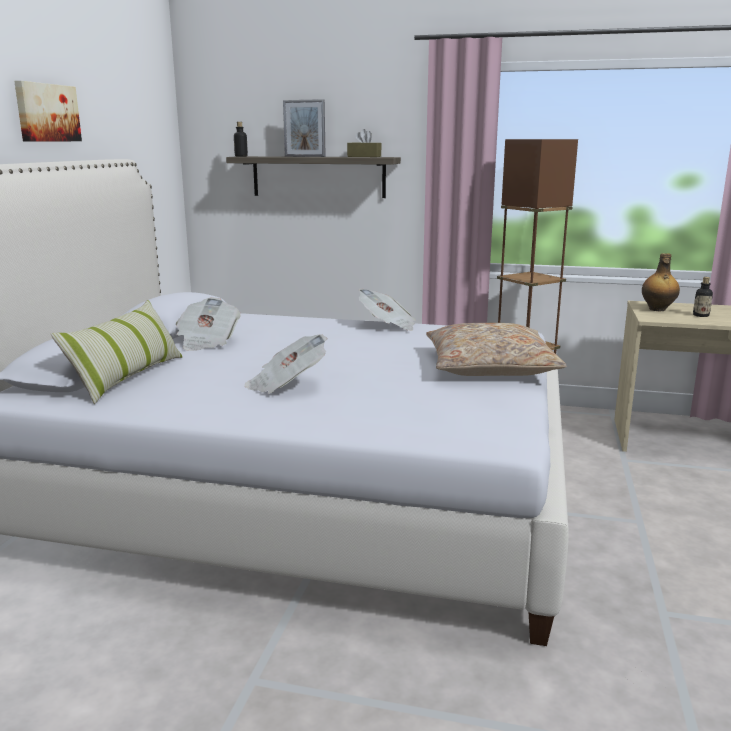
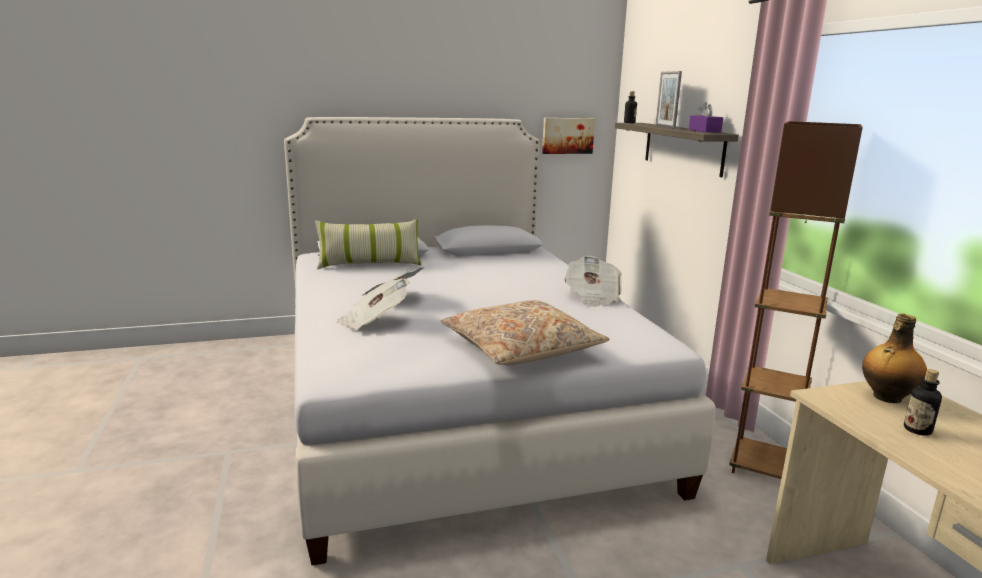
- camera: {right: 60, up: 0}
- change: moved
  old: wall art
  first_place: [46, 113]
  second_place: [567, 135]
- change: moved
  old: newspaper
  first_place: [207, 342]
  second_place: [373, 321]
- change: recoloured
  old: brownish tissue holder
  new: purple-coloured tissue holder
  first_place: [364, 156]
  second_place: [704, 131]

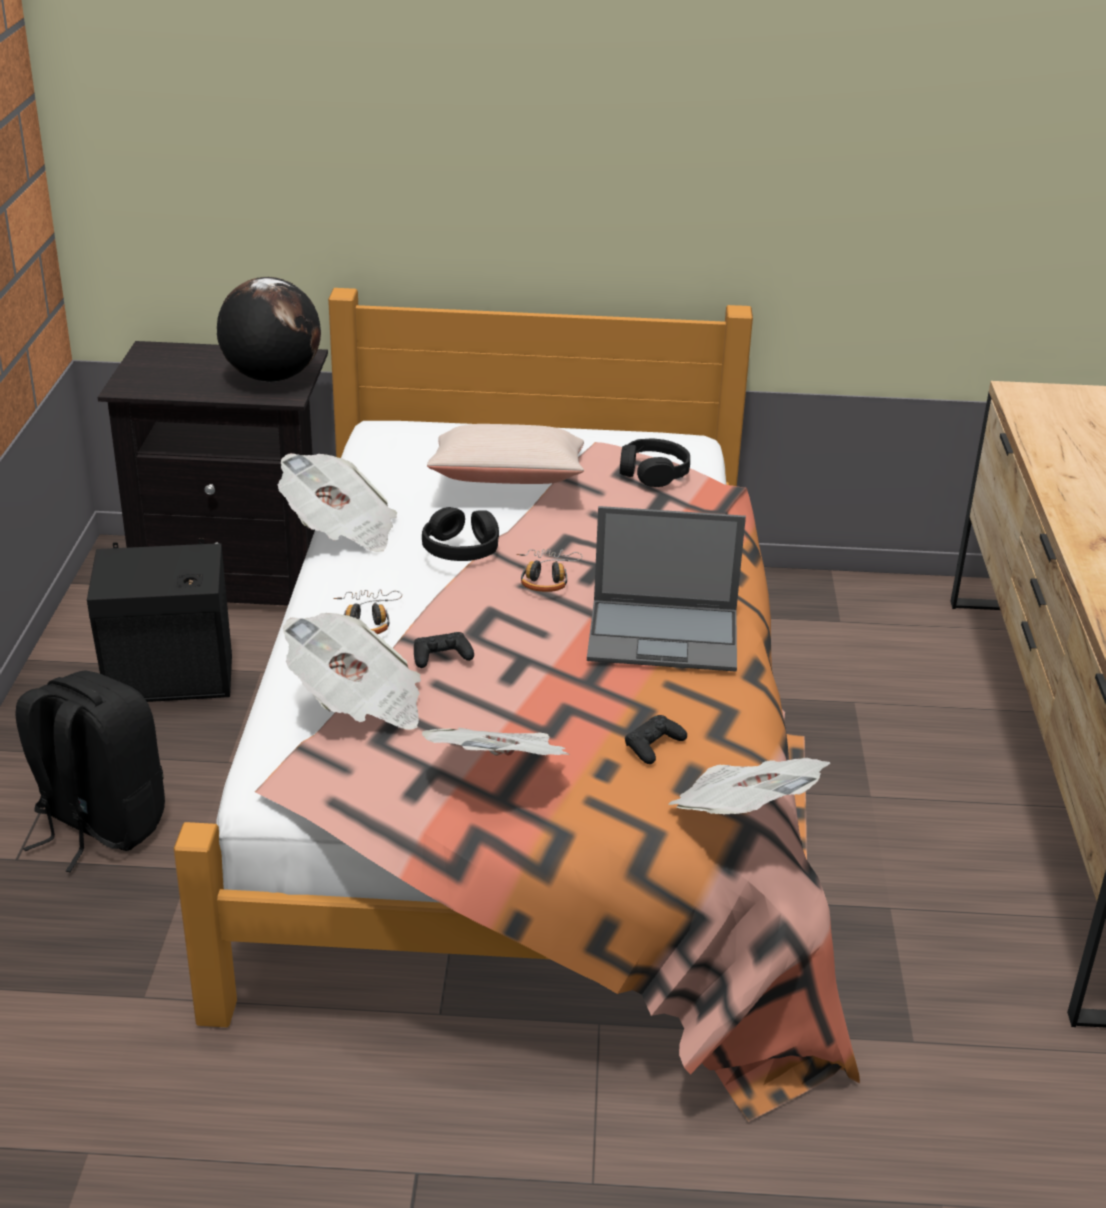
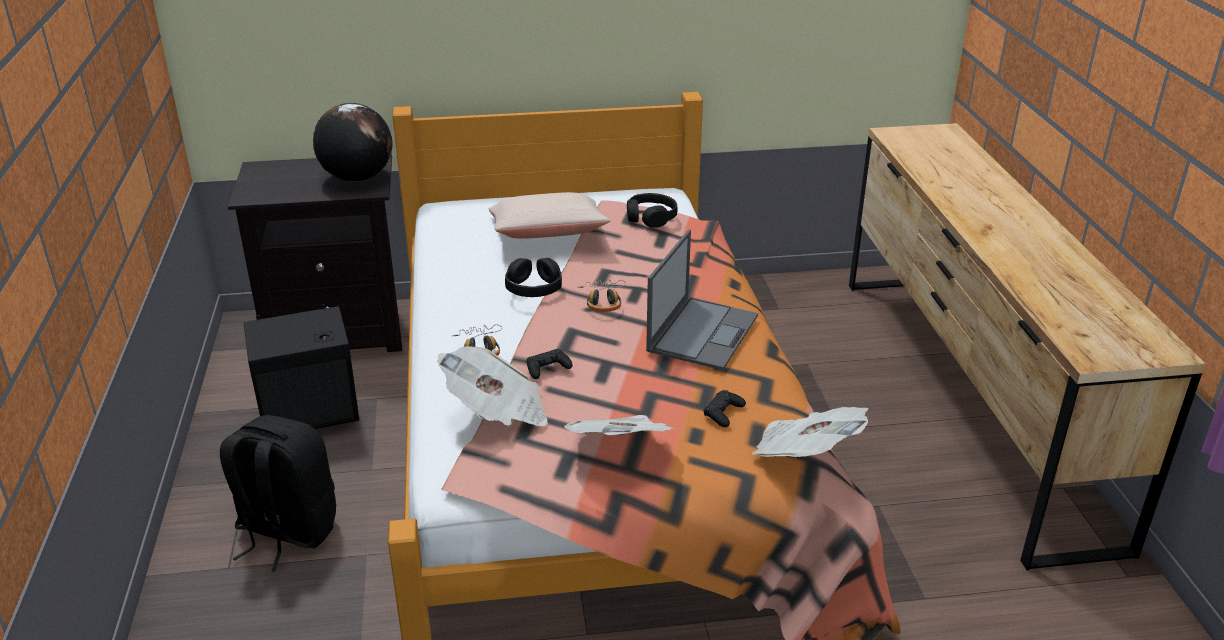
- camera: {right: -10, up: 0}
- change: removed
  old: newspaper
  first_place: [341, 530]
- change: turned
  old: notebook computer
  first_place: [665, 635]
  second_place: [703, 332]
  degrees: -60

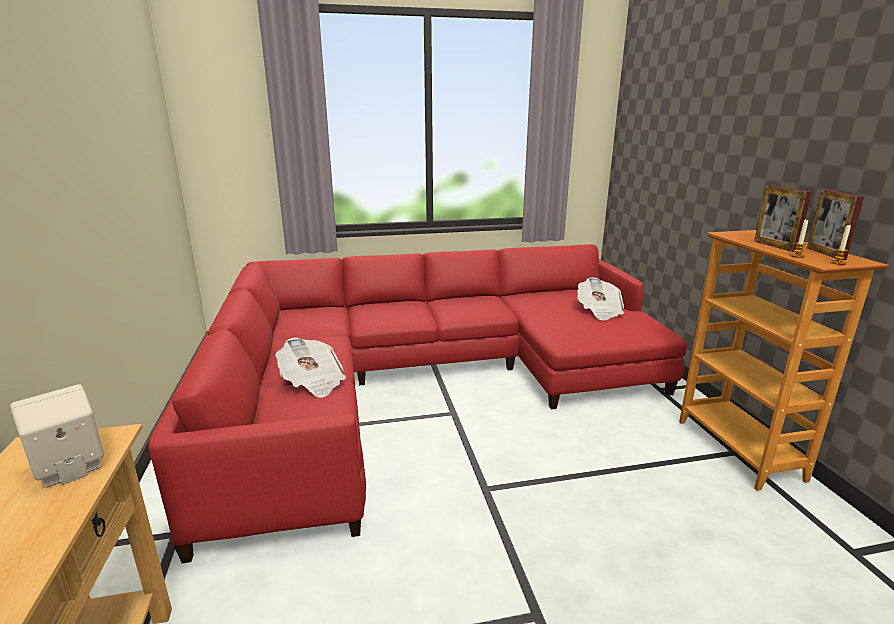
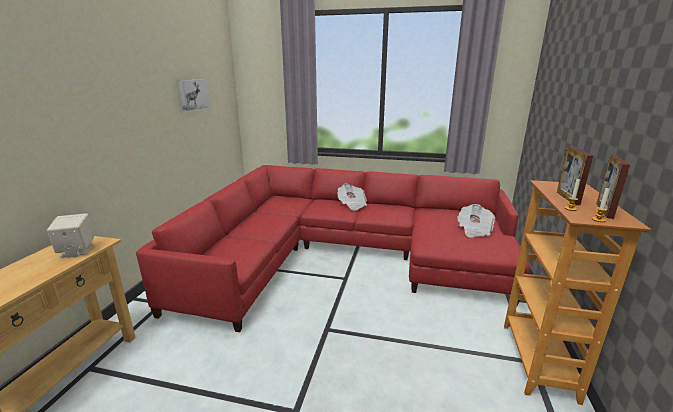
- camera: {right: 25, up: 0}
- change: added
  new: wall art
  second_place: [193, 94]
- change: moved
  old: newspaper
  first_place: [313, 382]
  second_place: [352, 204]

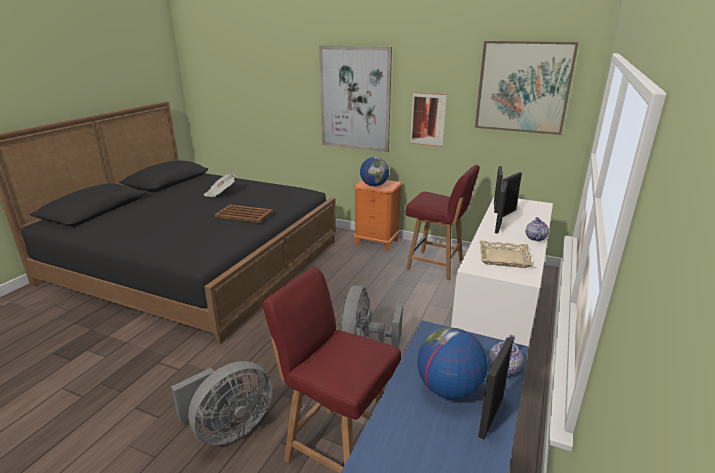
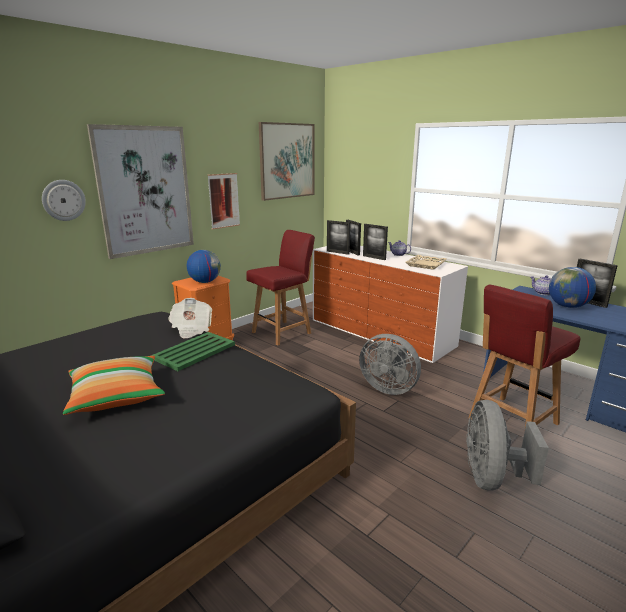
- camera: {right: -70, up: -5}
- change: added
  new: hanging clock
  second_place: [63, 200]
- change: added
  new: throw pillow
  second_place: [117, 396]
- change: moved
  old: newspaper
  first_place: [220, 193]
  second_place: [191, 329]
- change: recoloured
  old: brownish carrying tray
  new: green carrying tray
  first_place: [243, 214]
  second_place: [193, 352]
- change: turned
  old: grey cooling fan
  first_place: [229, 429]
  second_place: [491, 477]
  degrees: -150

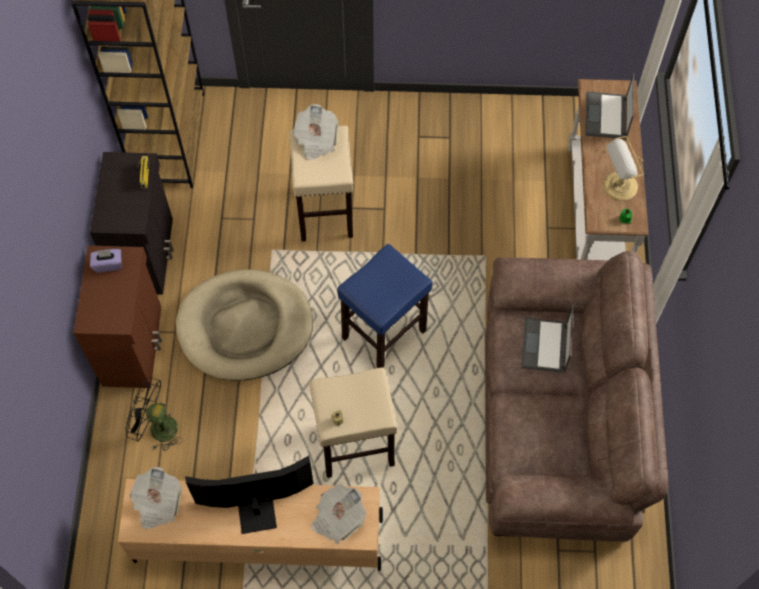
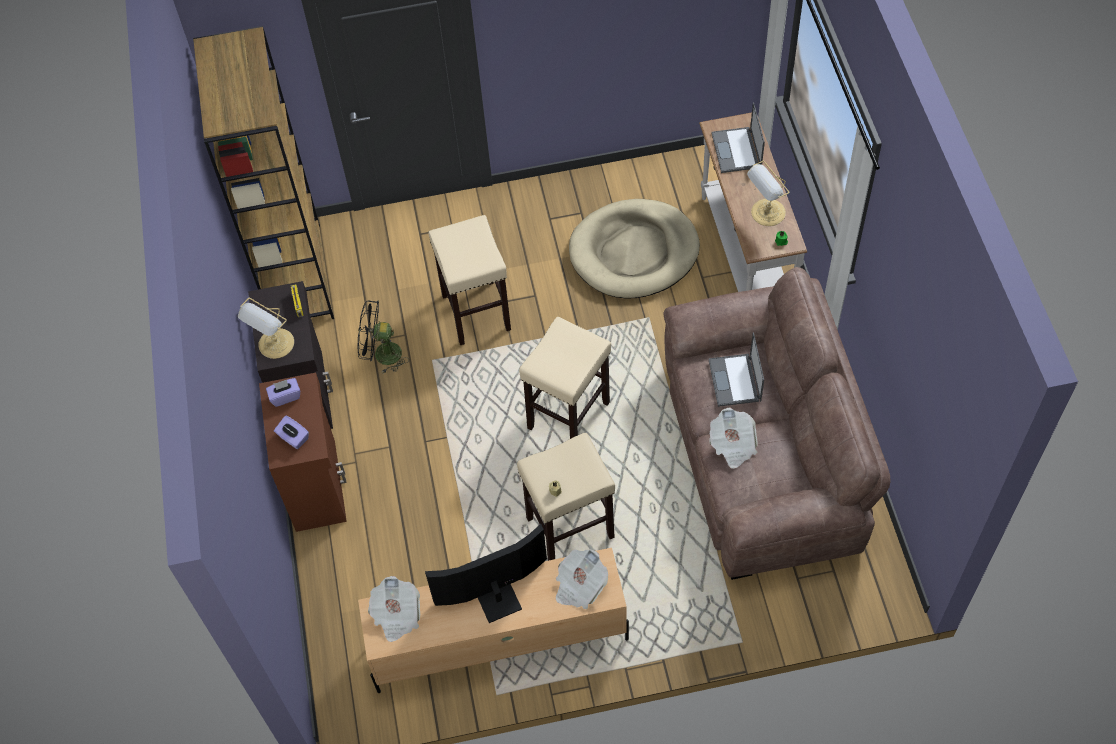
- camera: {right: -10, up: -5}
- change: added
  new: table lamp
  second_place: [275, 345]
- change: added
  new: purple-coloured tissue holder
  second_place: [293, 438]
- change: moved
  old: blackish cooling fan
  first_place: [157, 428]
  second_place: [381, 355]
- change: moved
  old: sand-coloured pet bed
  first_place: [245, 327]
  second_place: [634, 252]
- change: moved
  old: newspaper
  first_place: [316, 140]
  second_place: [732, 445]
- change: recoloured
  old: blue stool
  new: sand-coloured stool
  first_place: [384, 334]
  second_place: [569, 415]

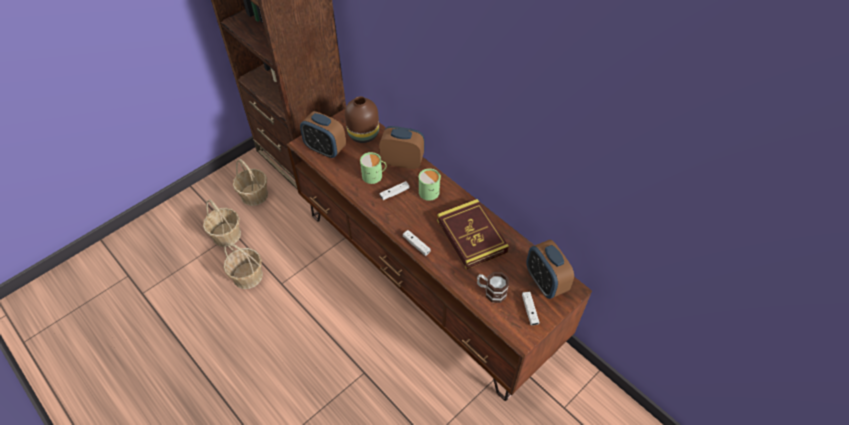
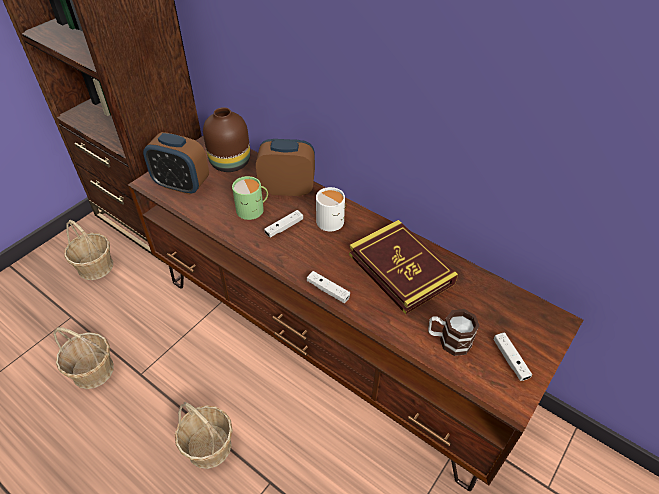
- camera: {right: -10, up: -5}
- change: removed
  old: alarm clock
  first_place: [545, 282]
- change: moved
  old: storage basket
  first_place: [226, 234]
  second_place: [209, 446]
- change: recoloured
  old: green coffee mug
  new: whitish coffee mug
  first_place: [431, 191]
  second_place: [332, 219]

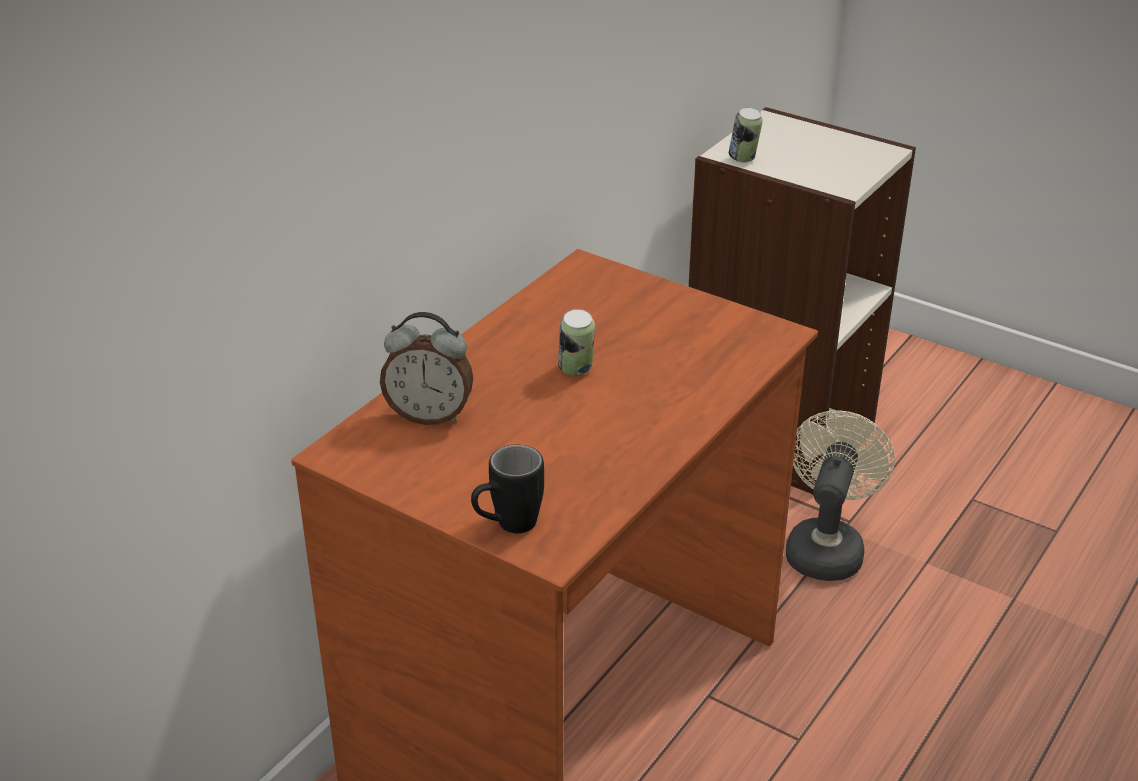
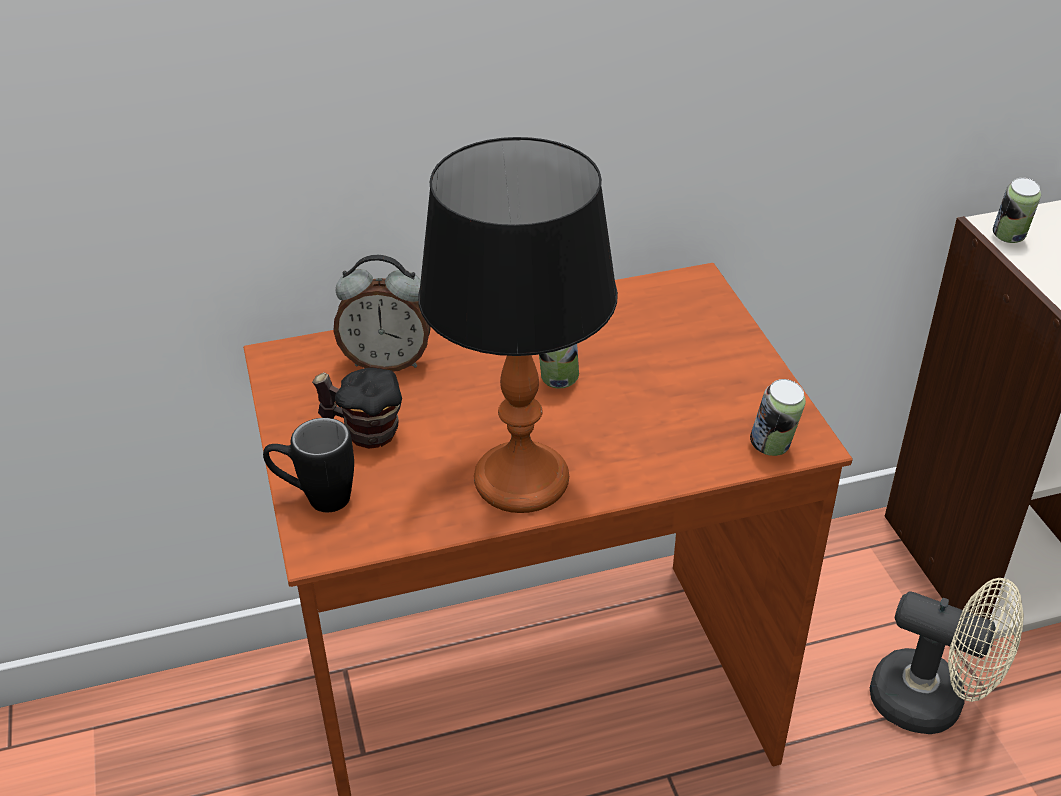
- camera: {right: 40, up: 5}
- change: added
  new: coffee mug
  second_place: [363, 432]
- change: added
  new: table lamp
  second_place: [520, 479]
- change: added
  new: can
  second_place: [772, 448]
- change: turned
  old: alarm clock
  first_place: [429, 415]
  second_place: [387, 361]
  degrees: -45
- change: turned
  old: sand-coloured cooling fan
  first_place: [826, 547]
  second_place: [932, 703]
  degrees: 60

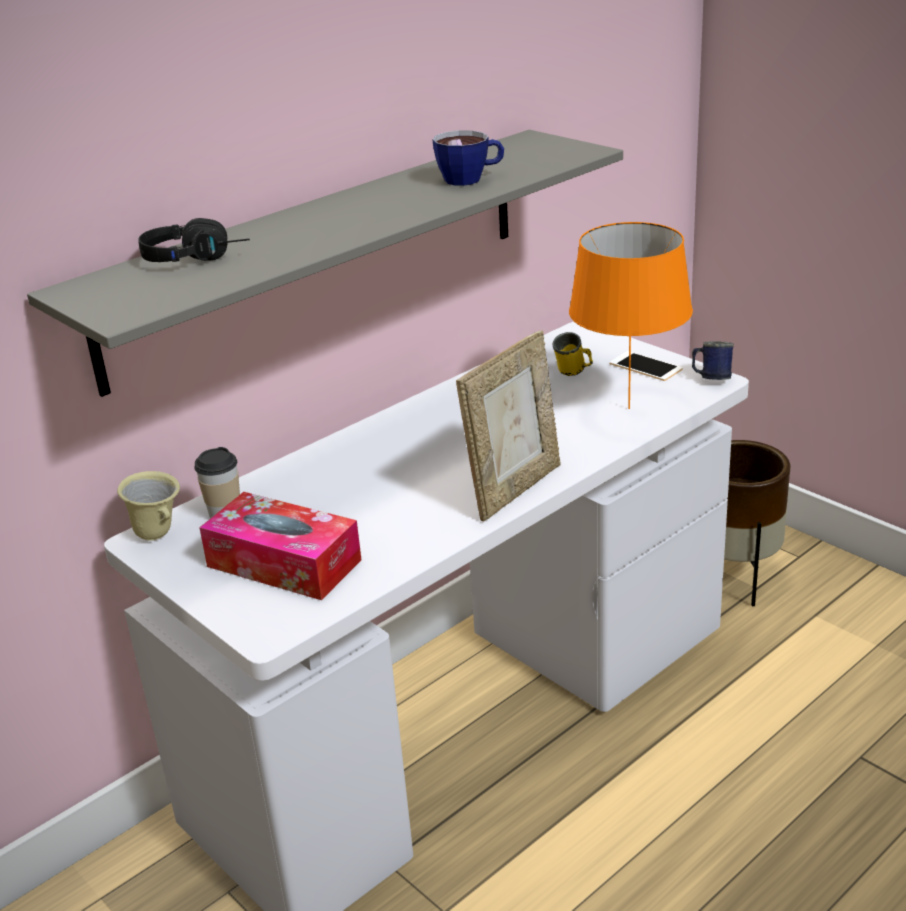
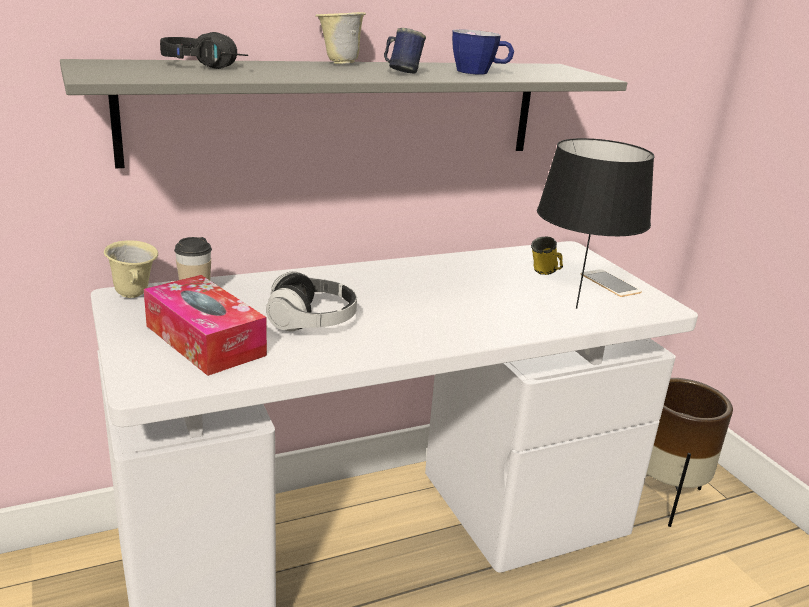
- camera: {right: 15, up: -5}
- change: removed
  old: standing frame
  first_place: [514, 489]
- change: added
  new: headset
  second_place: [311, 322]
- change: added
  new: sand-coloured coffee mug
  second_place: [339, 63]
- change: moved
  old: blue coffee mug
  first_place: [711, 379]
  second_place: [401, 73]
- change: recoloured
  old: orange table lamp
  new: blackish table lamp
  first_place: [629, 407]
  second_place: [577, 308]

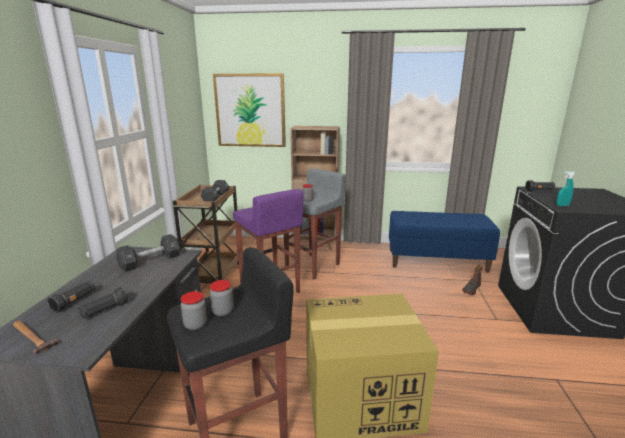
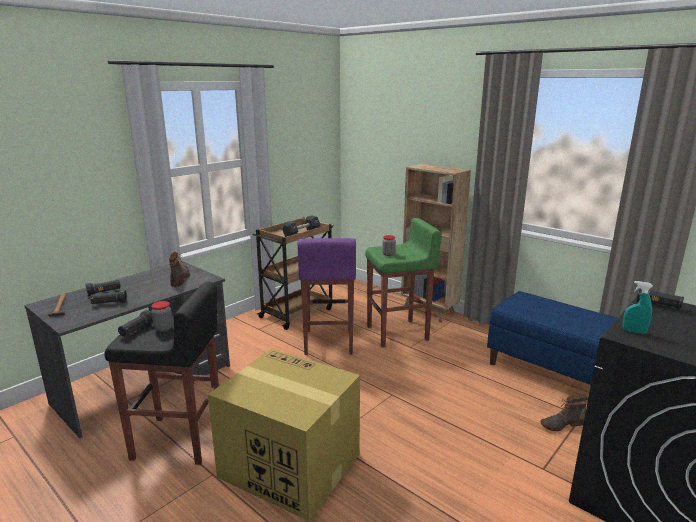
- camera: {right: 35, up: 0}
- change: removed
  old: wall art
  first_place: [250, 110]
- change: replaced
  old: blackish dumbbell
  new: tall boot
  first_place: [150, 261]
  second_place: [180, 278]
- change: replaced
  old: jar
  new: blackish torch
  first_place: [195, 325]
  second_place: [136, 330]
- change: recoloured
  old: grey stool
  new: green stool
  first_place: [313, 266]
  second_place: [398, 333]

